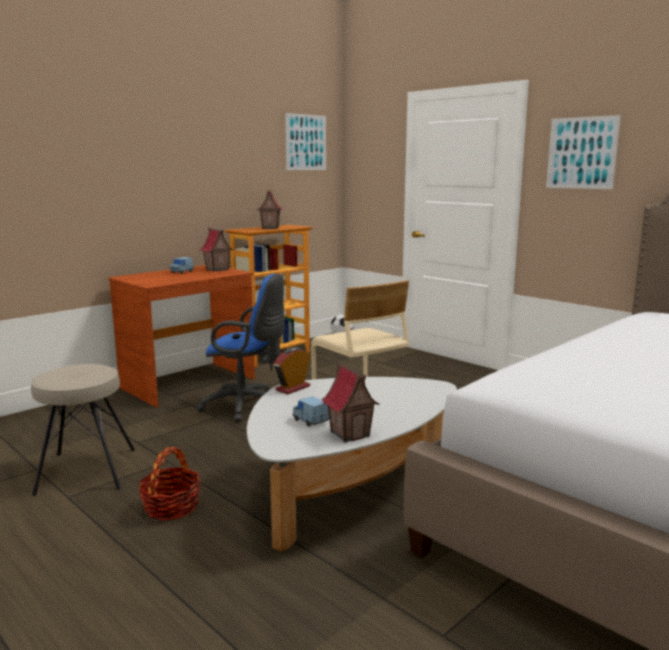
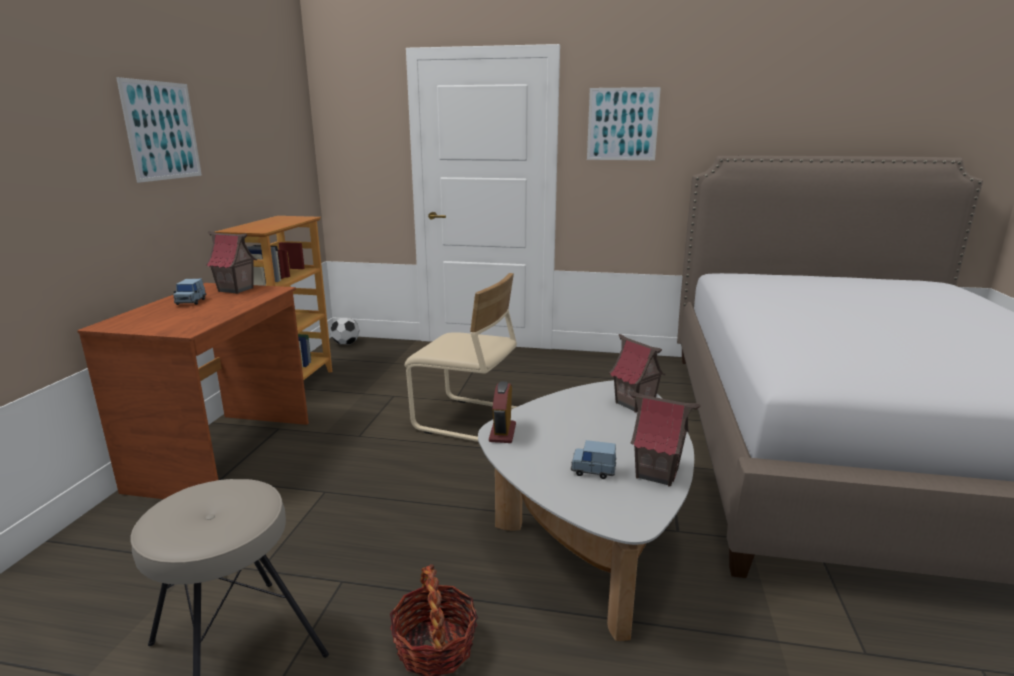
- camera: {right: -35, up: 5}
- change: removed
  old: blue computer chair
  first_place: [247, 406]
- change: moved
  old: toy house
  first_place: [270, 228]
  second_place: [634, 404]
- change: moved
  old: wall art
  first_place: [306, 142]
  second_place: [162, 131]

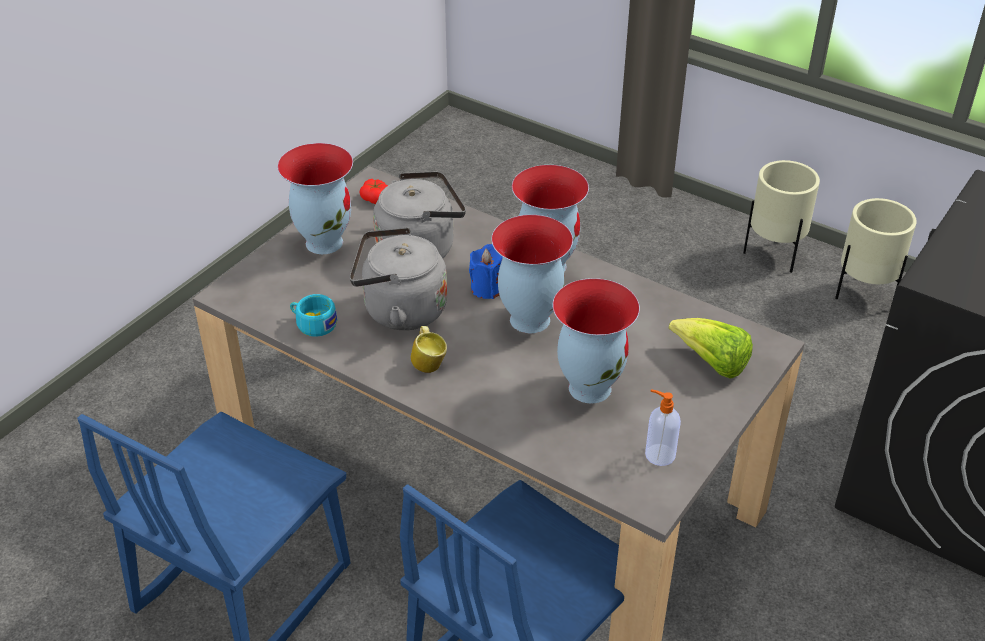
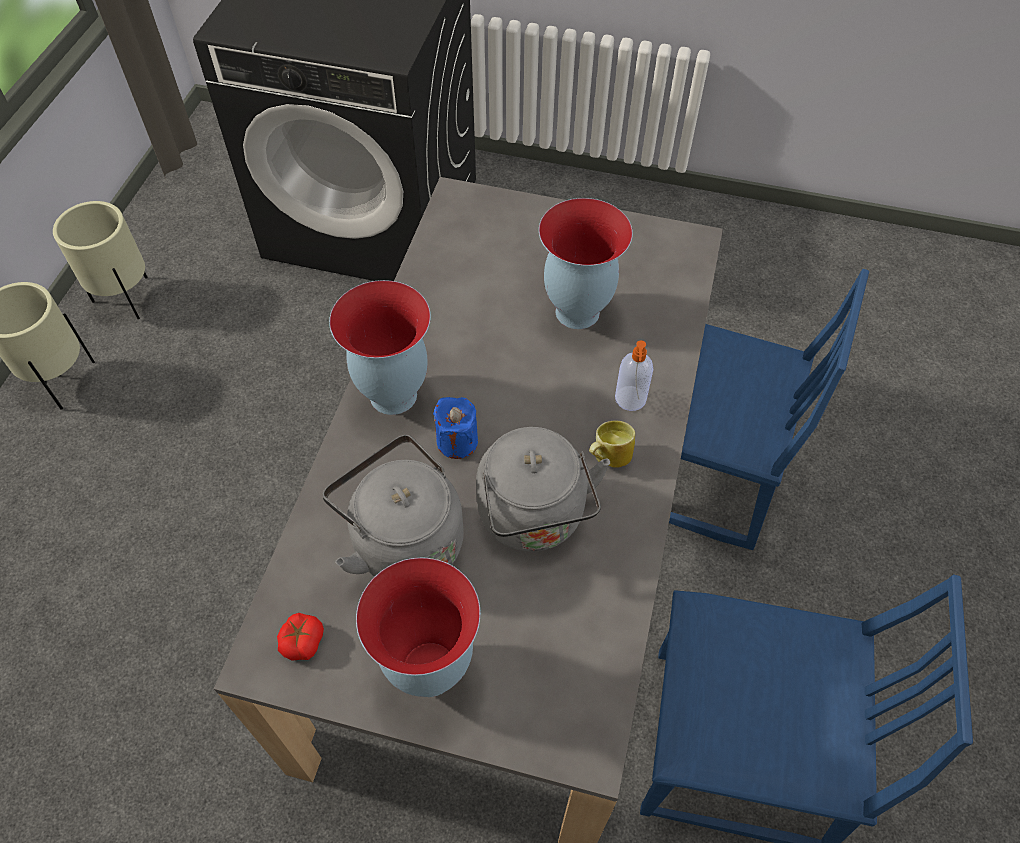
- camera: {right: -110, up: 15}
- change: removed
  old: turquoise-coloured small cup
  first_place: [313, 324]
- change: removed
  old: decorative vase
  first_place: [528, 319]
- change: removed
  old: lettuce head
  first_place: [711, 363]
- change: moved
  old: soap dispenser
  first_place: [659, 454]
  second_place: [630, 399]

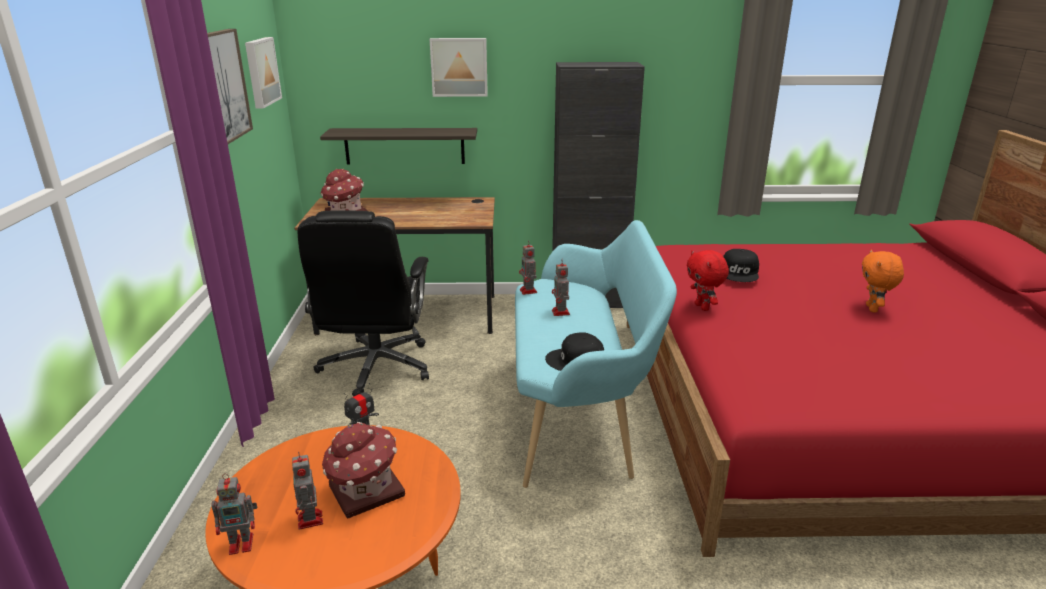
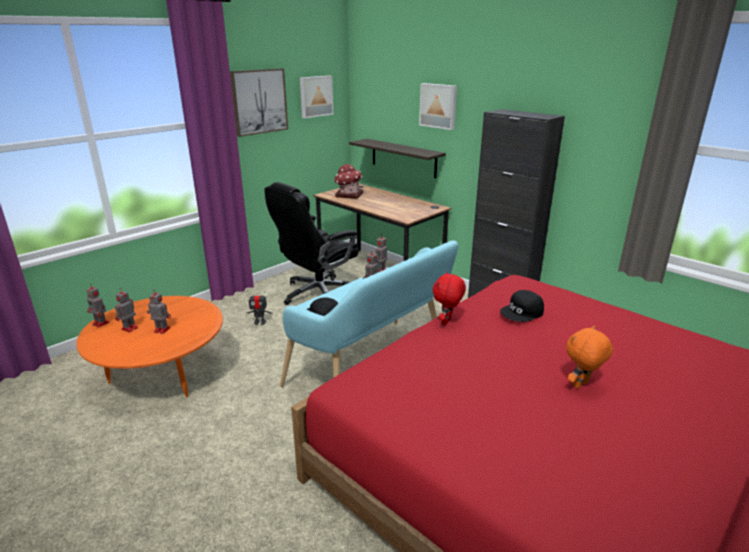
- camera: {right: 45, up: 0}
- change: replaced
  old: toy house
  new: toy robot
  first_place: [365, 492]
  second_place: [161, 330]

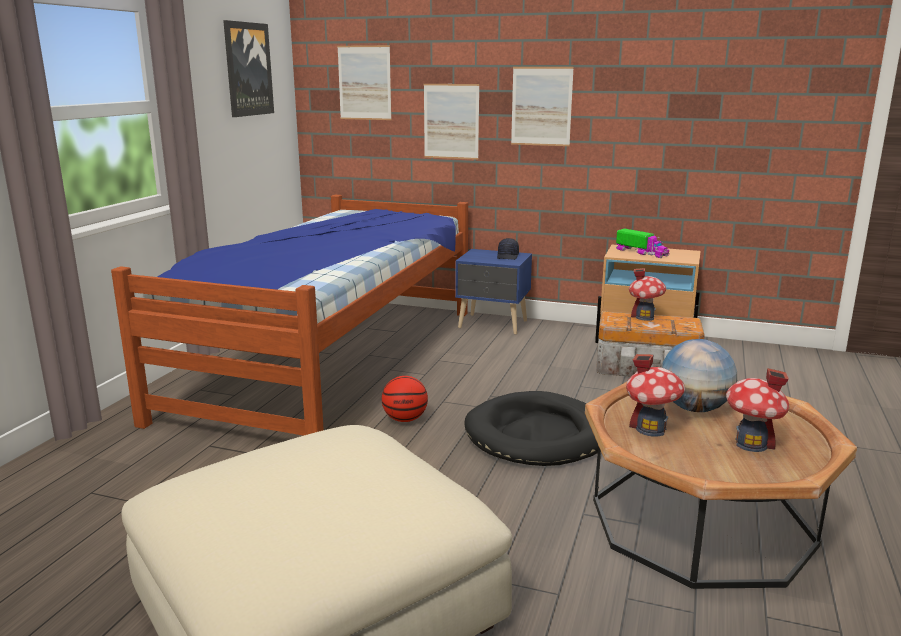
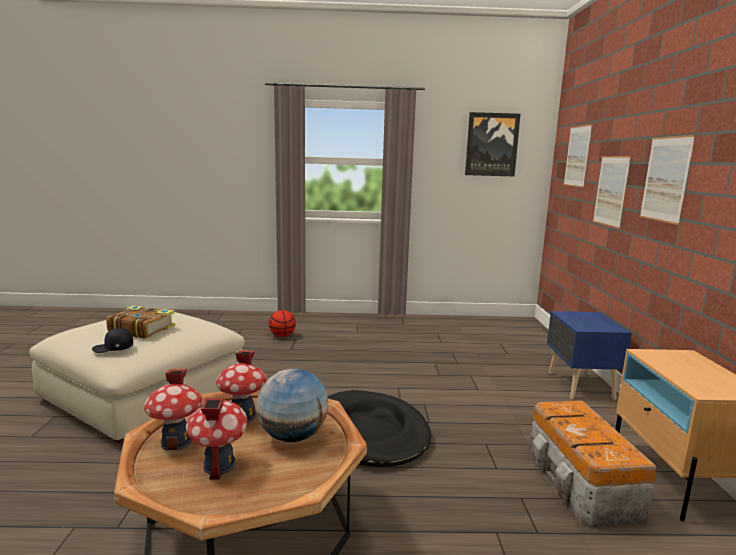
- camera: {right: 70, up: -5}
- change: removed
  old: bed
  first_place: [329, 359]
- change: removed
  old: model truck
  first_place: [641, 252]
- change: added
  new: volume
  second_place: [141, 329]
- change: moved
  old: basketball
  first_place: [405, 419]
  second_place: [282, 336]
- change: moved
  old: blackish baseball cap
  first_place: [508, 256]
  second_place: [113, 348]
- change: moved
  old: toy house
  first_place: [644, 317]
  second_place: [176, 442]

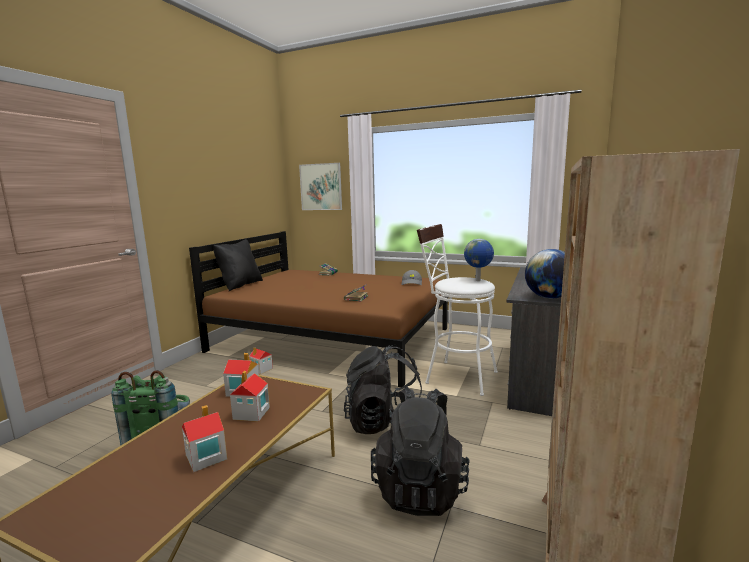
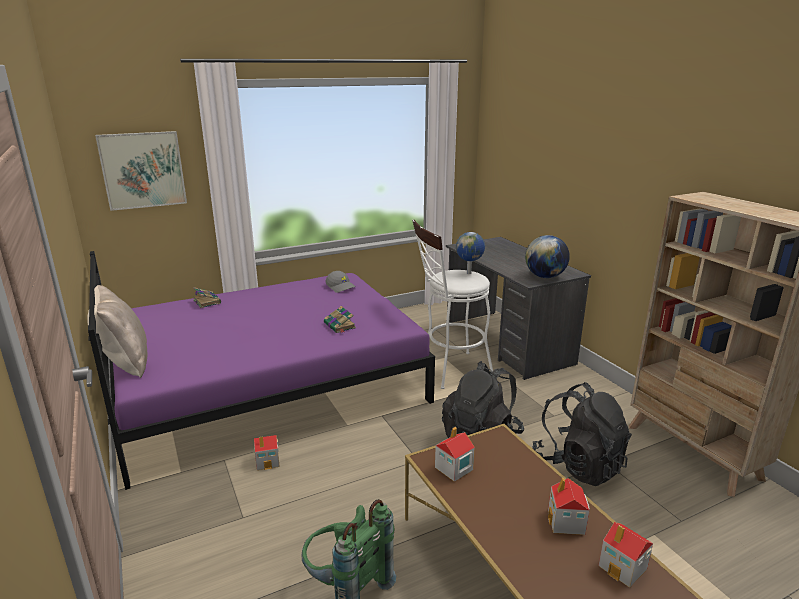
- camera: {right: -50, up: 10}
- change: moved
  old: toy house
  first_place: [251, 413]
  second_place: [623, 567]
- change: recoloured
  old: brownish bed
  new: purple-coloured bed
  first_place: [332, 339]
  second_place: [268, 387]
- change: recoloured
  old: blackish throw pillow
  new: sand-coloured throw pillow
  first_place: [240, 285]
  second_place: [124, 362]

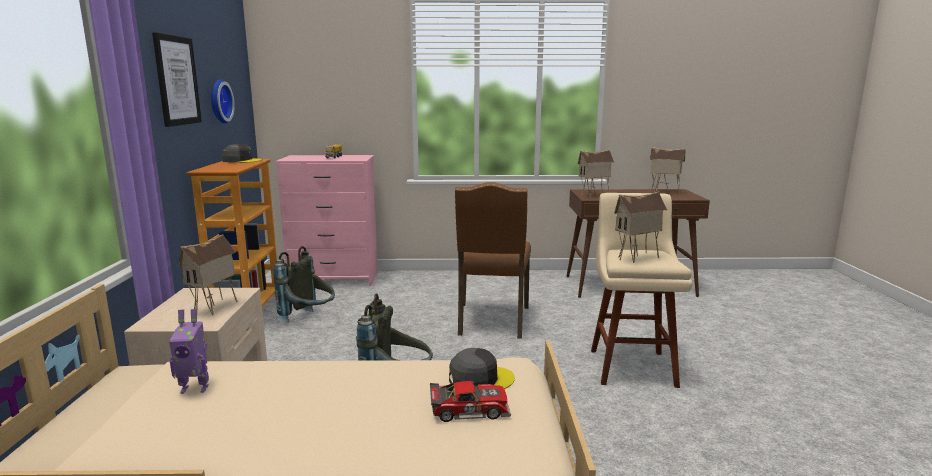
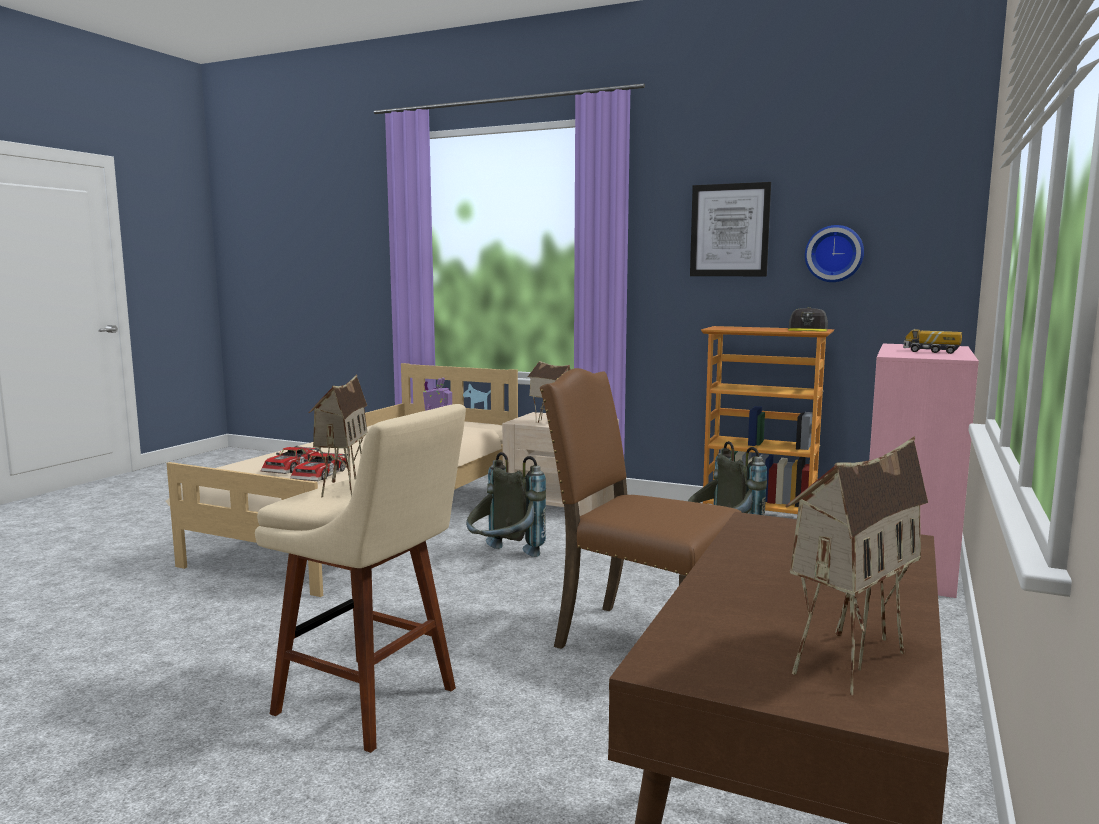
- camera: {right: 115, up: -5}
- change: removed
  old: toy house
  first_place: [594, 196]
- change: replaced
  old: grey baseball cap
  new: miniature car
  first_place: [480, 379]
  second_place: [322, 475]

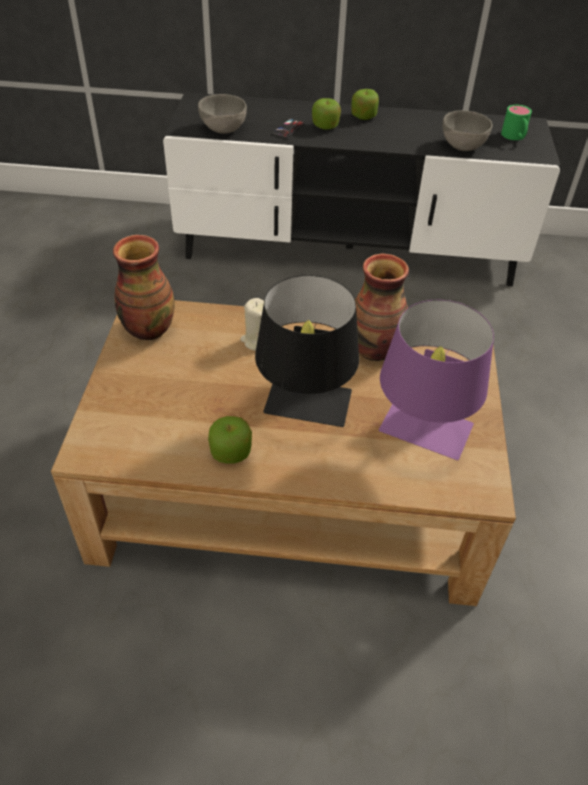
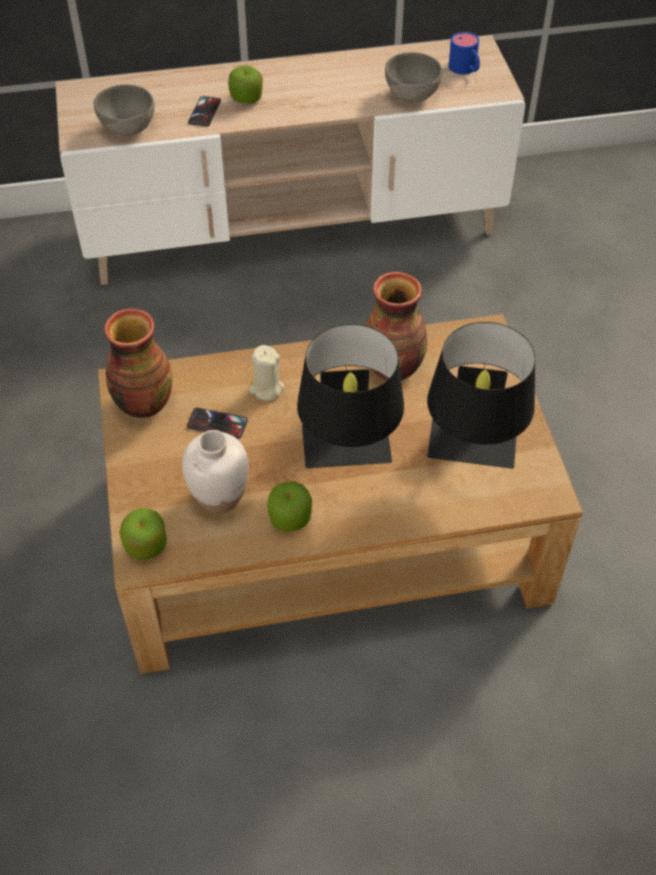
- camera: {right: -15, up: 5}
- change: added
  new: whitish decorative vase
  second_place: [219, 497]
- change: added
  new: handset
  second_place: [217, 423]
- change: moved
  old: whole apple
  first_place: [363, 116]
  second_place: [146, 545]
- change: recoloured
  old: blackish tv unit
  new: sand-coloured tv unit
  first_place: [349, 248]
  second_place: [293, 227]
- change: recoloured
  old: purple-coloured table lamp
  new: blackish table lamp
  first_place: [421, 440]
  second_place: [471, 456]
- change: recoloured
  old: green coffee mug
  new: blue coffee mug
  first_place: [515, 137]
  second_place: [465, 70]

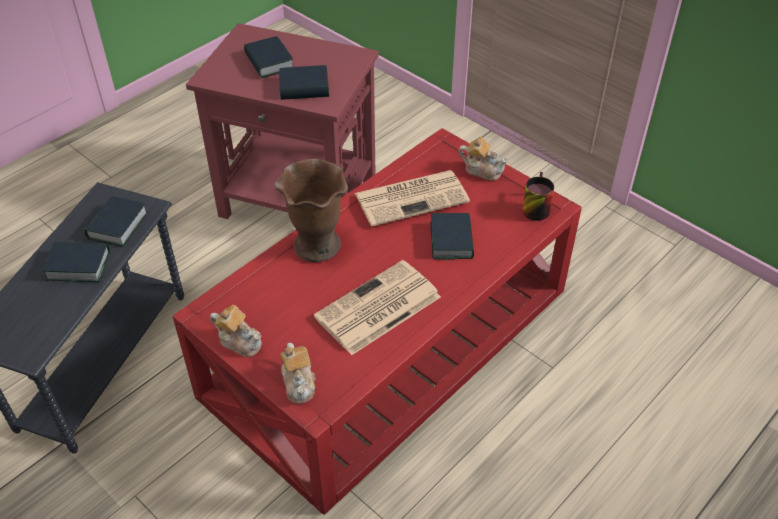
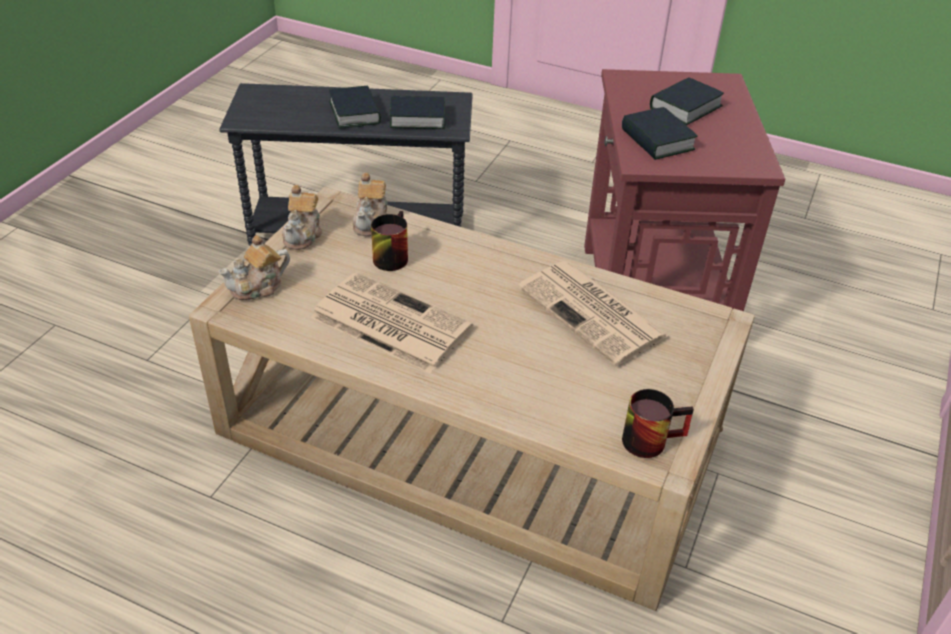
- camera: {right: 70, up: -5}
- change: removed
  old: brownish decorative vase
  first_place: [316, 245]
- change: removed
  old: volume
  first_place: [451, 240]
- change: added
  new: coffee mug
  second_place: [389, 255]
- change: moved
  old: teapot
  first_place: [482, 170]
  second_place: [371, 221]
- change: recoloured
  old: red-coloured lounge table
  new: sand-coloured lounge table
  first_place: [387, 340]
  second_place: [472, 430]

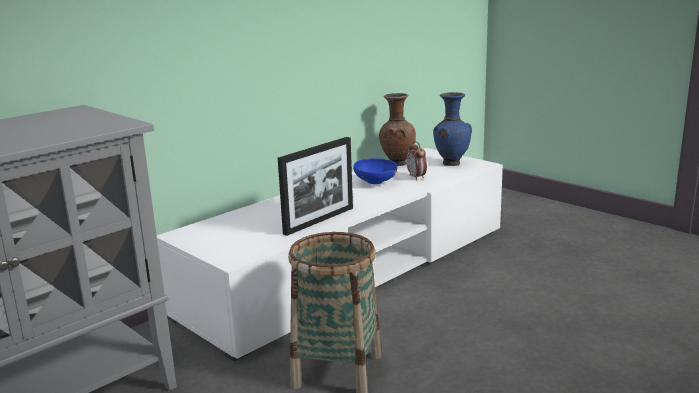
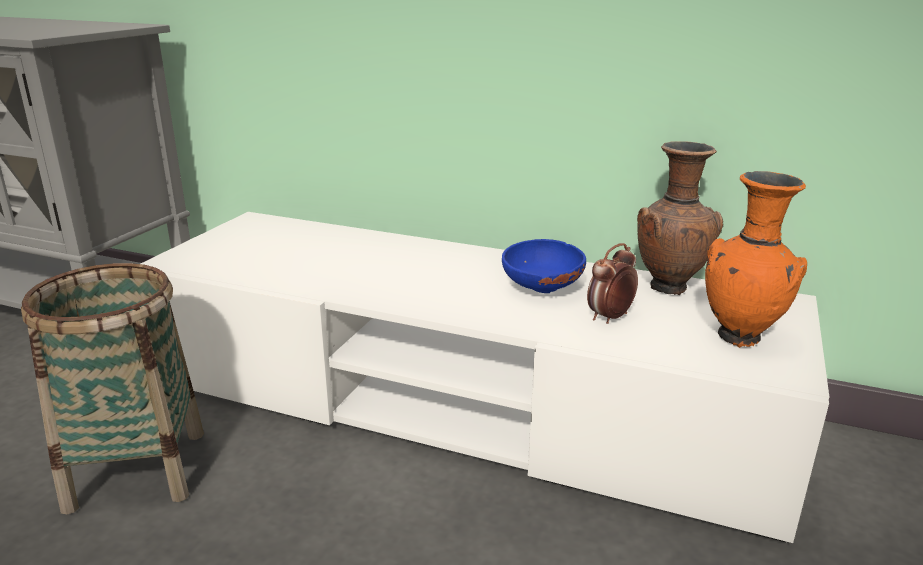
- camera: {right: 65, up: 5}
- change: removed
  old: standing frame
  first_place: [319, 220]
- change: recoloured
  old: blue decorative vase
  new: orange decorative vase
  first_place: [451, 164]
  second_place: [741, 338]

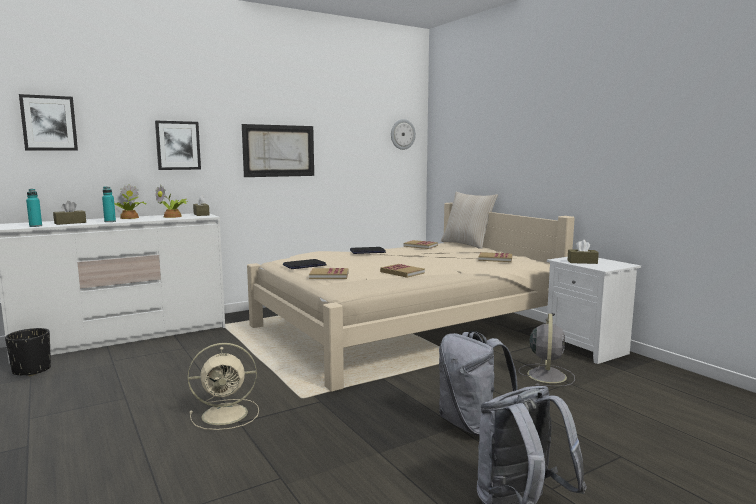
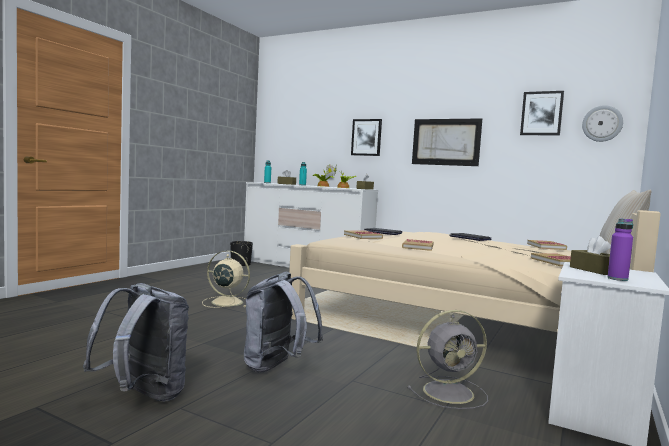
- camera: {right: 60, up: -5}
- change: added
  new: purple-coloured beverage bottle
  second_place: [617, 279]
- change: moved
  old: wall art
  first_place: [49, 123]
  second_place: [541, 113]
- change: turned
  old: sand-coloured cooling fan
  first_place: [227, 414]
  second_place: [225, 302]
  degrees: 150

